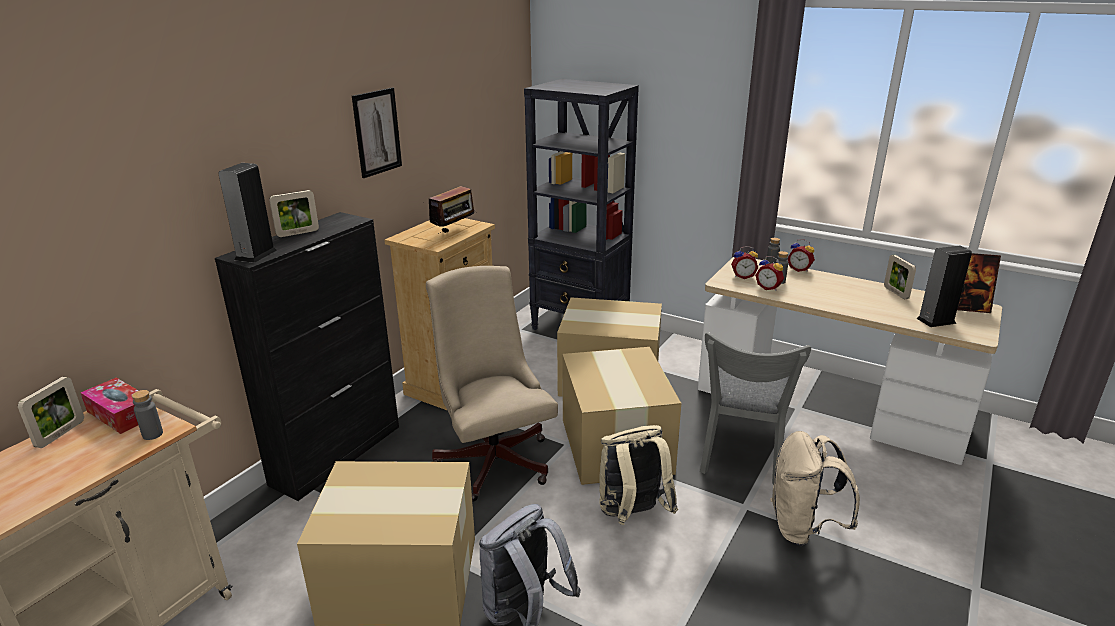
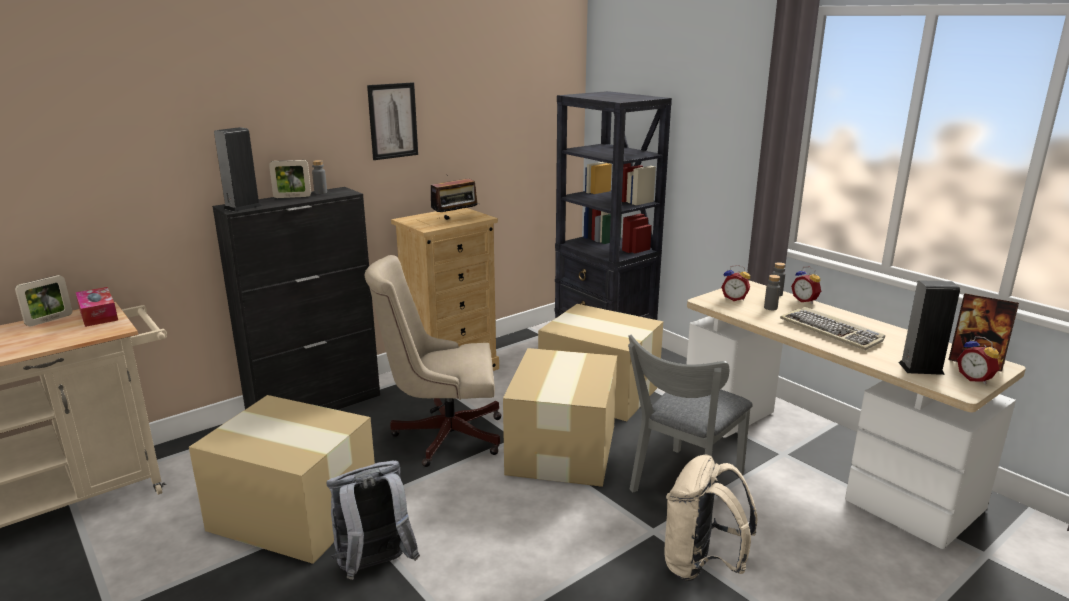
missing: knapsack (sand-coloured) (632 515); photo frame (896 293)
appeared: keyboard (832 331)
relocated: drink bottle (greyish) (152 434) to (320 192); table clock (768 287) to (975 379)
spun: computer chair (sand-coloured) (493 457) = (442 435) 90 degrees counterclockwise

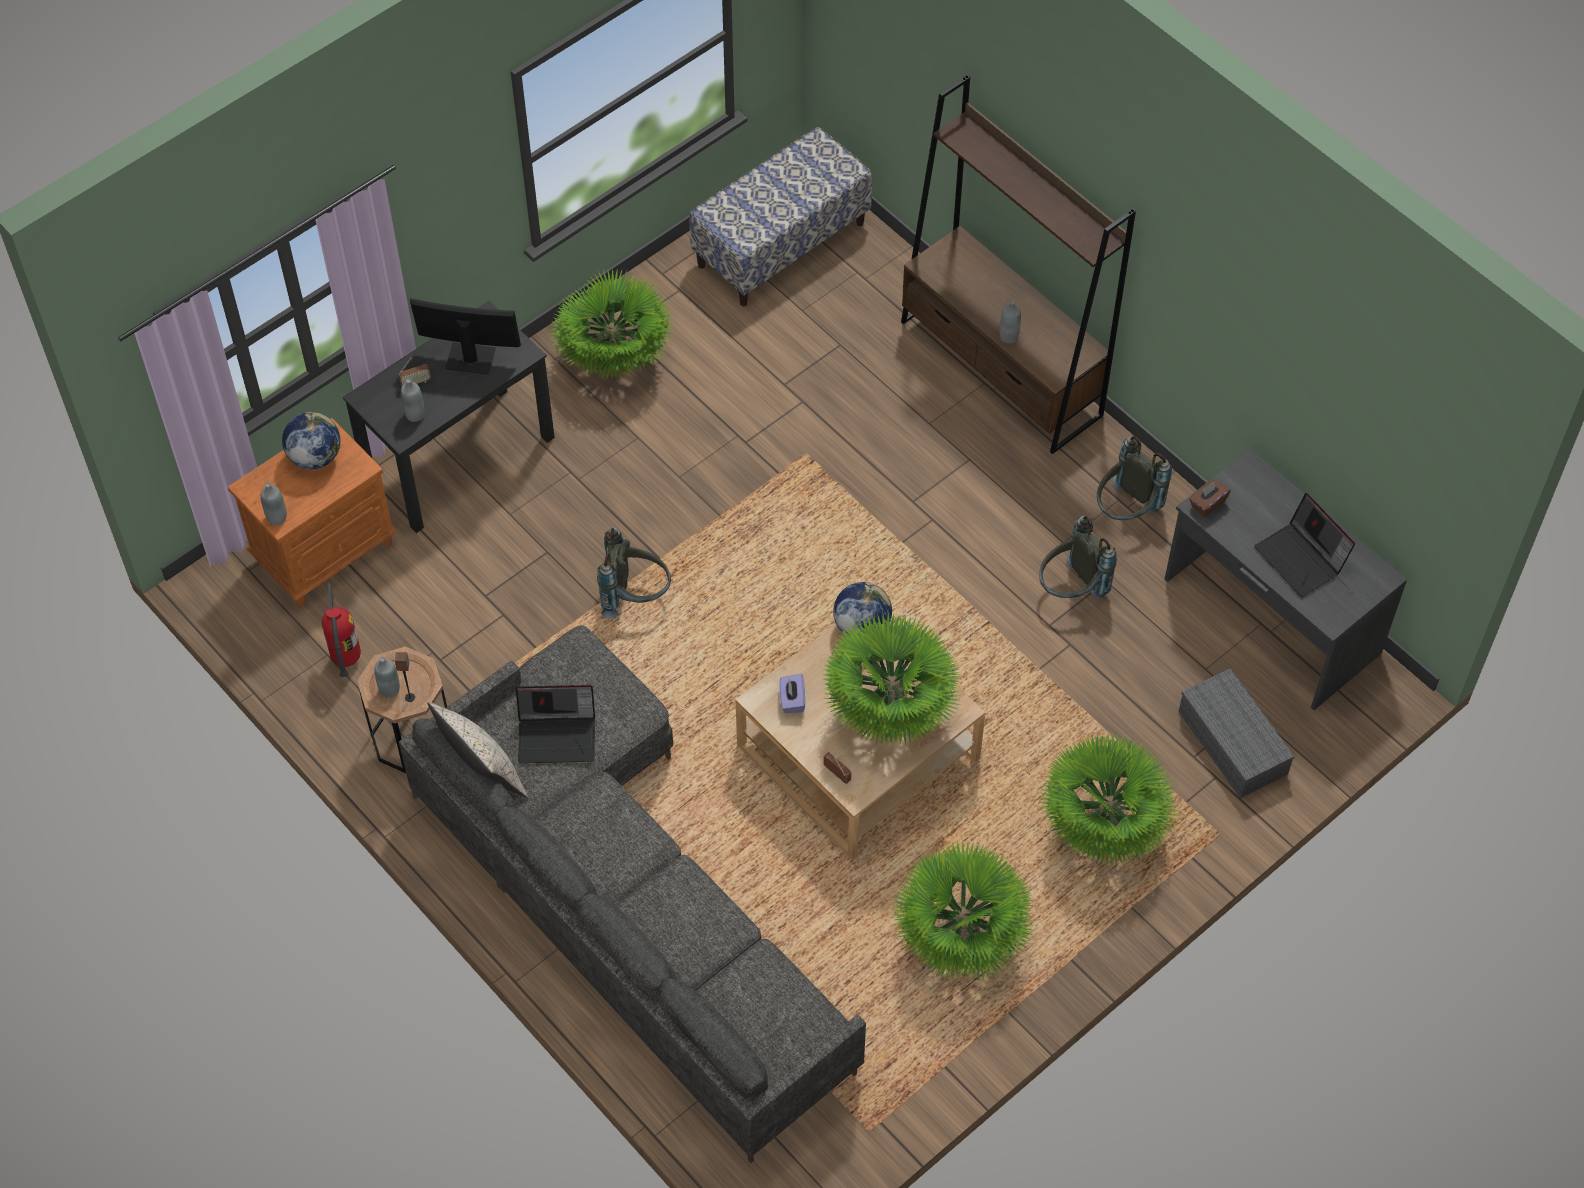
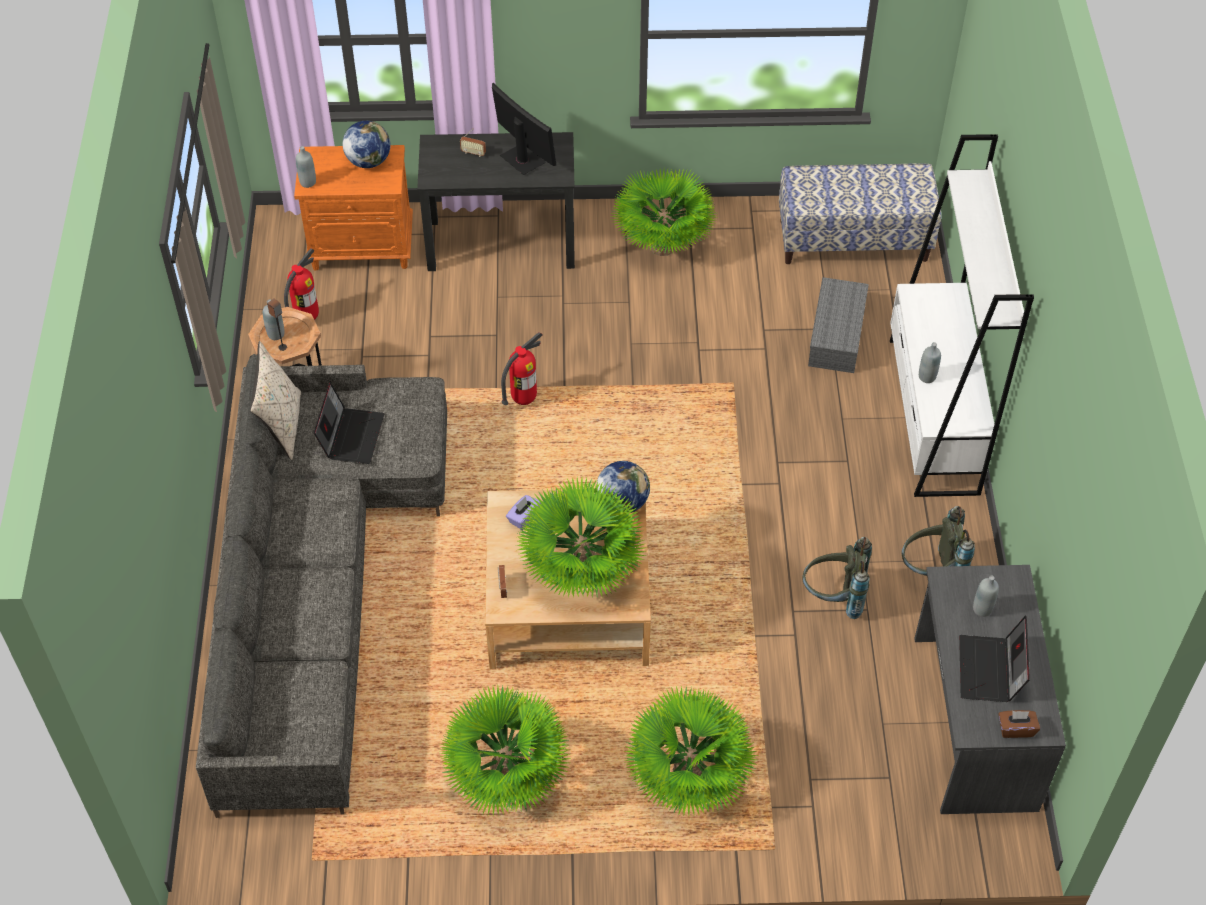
relocated: storage bin (greyish) (1234 743) to (837 336); drink bottle (greyish) (415 414) to (982 609); tissue box (brown-coloured) (1207 504) to (1016 729)
exchanged: knapsack (greyish) (635 596) to fire-fighting cylinder (523 399)
colour: bookshelf (brown-coloured) (1001 369) to bookshelf (whitish) (933 415)
spun: portable computer (558 735) = (351 435) 120 degrees counterclockwise

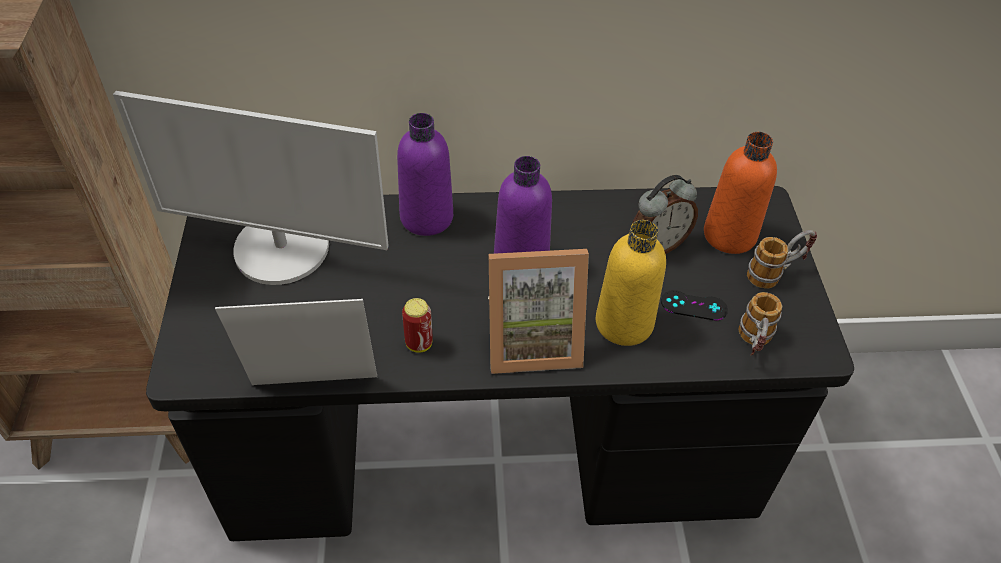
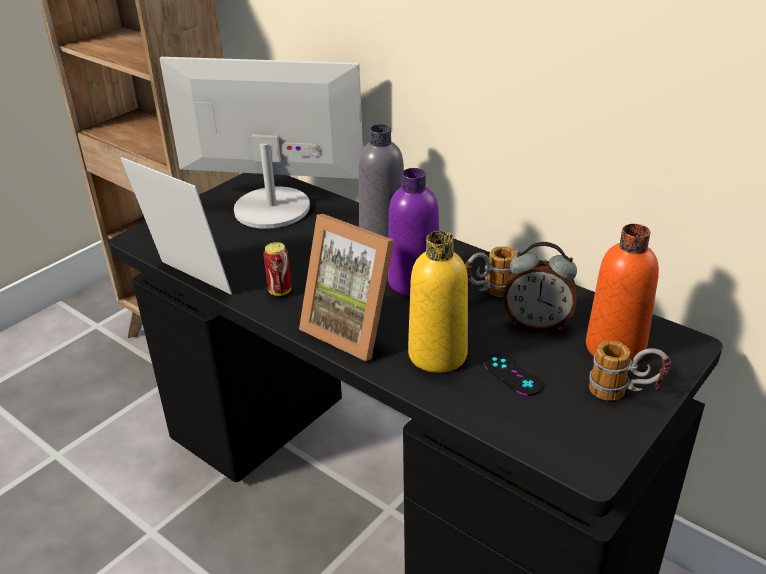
relocated: coffee mug (753 345) to (489 293)
colour: drink bottle (purple) (426 217) to drink bottle (greyish) (382 230)
spun: computer display (282 249) = (272 208) 135 degrees clockwise

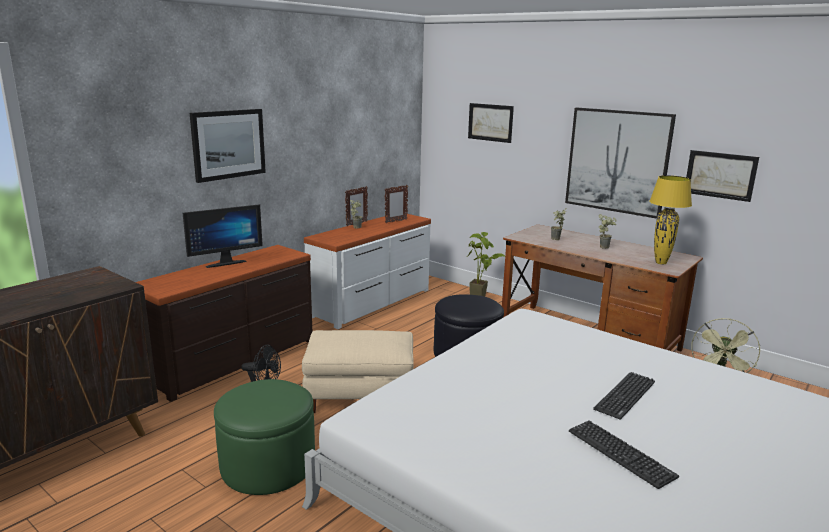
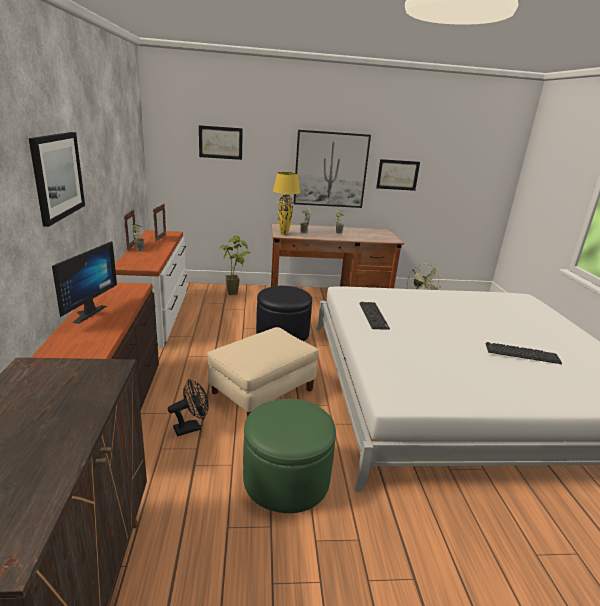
relocated: lamp for a table (yellow) (661 263) to (284 233); keyboard (625 395) to (373 316)

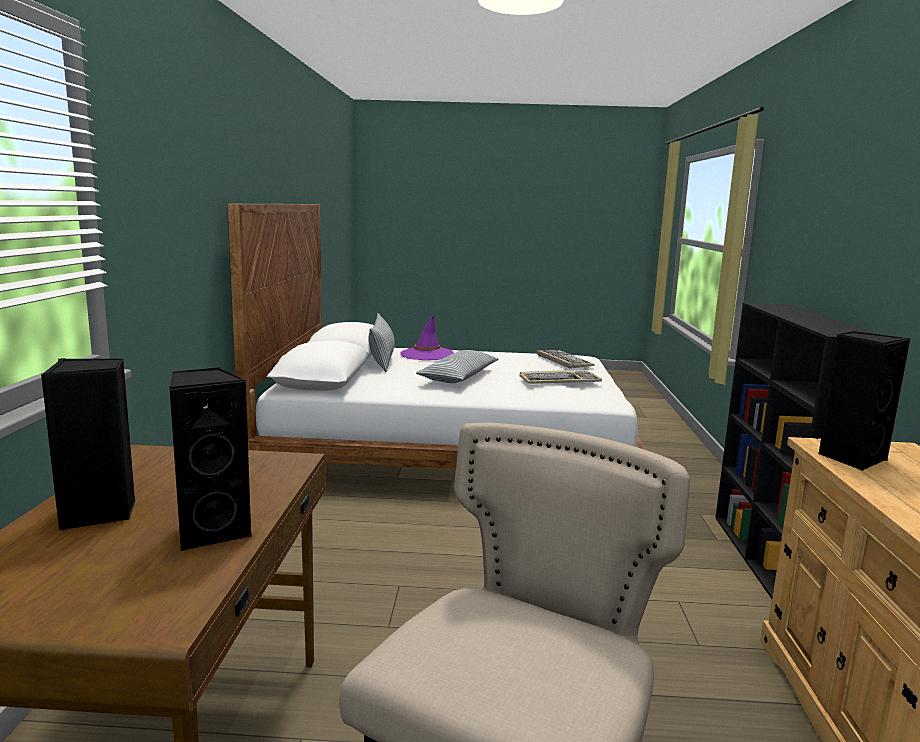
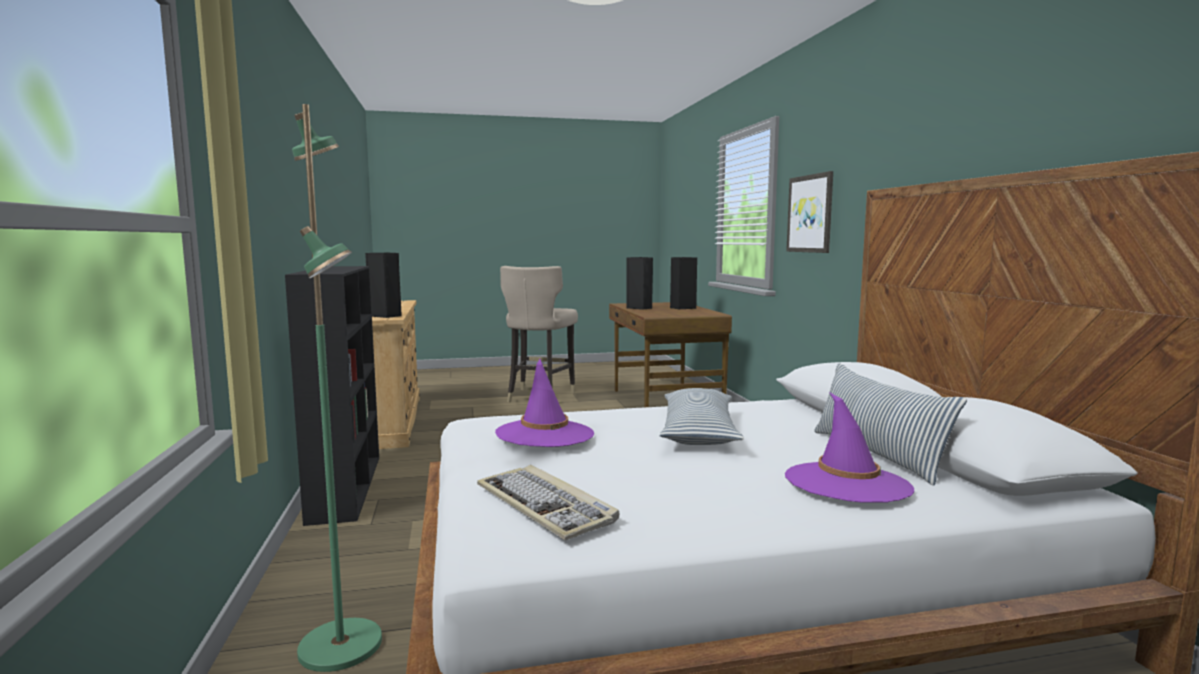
appeared: floor lamp (green) (342 645); wall picture (810 213)
exchanged: keyboard (559 380) to clothing hat (purple) (545 434)

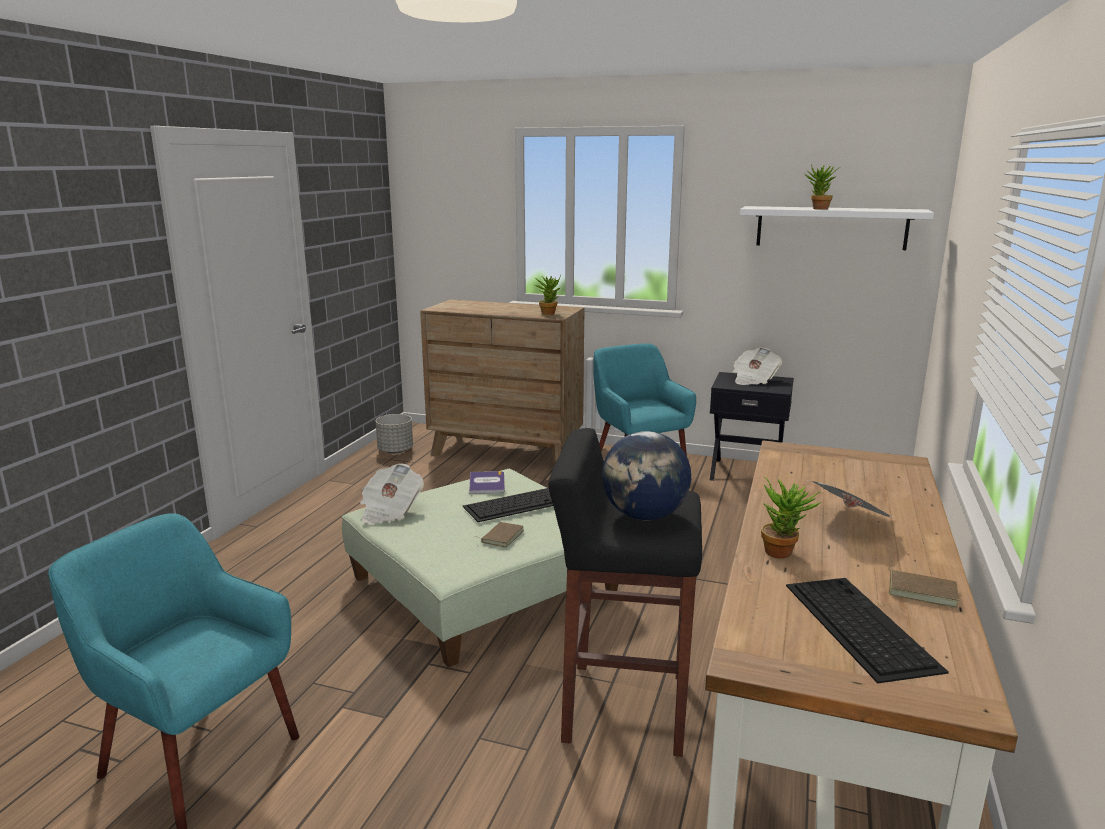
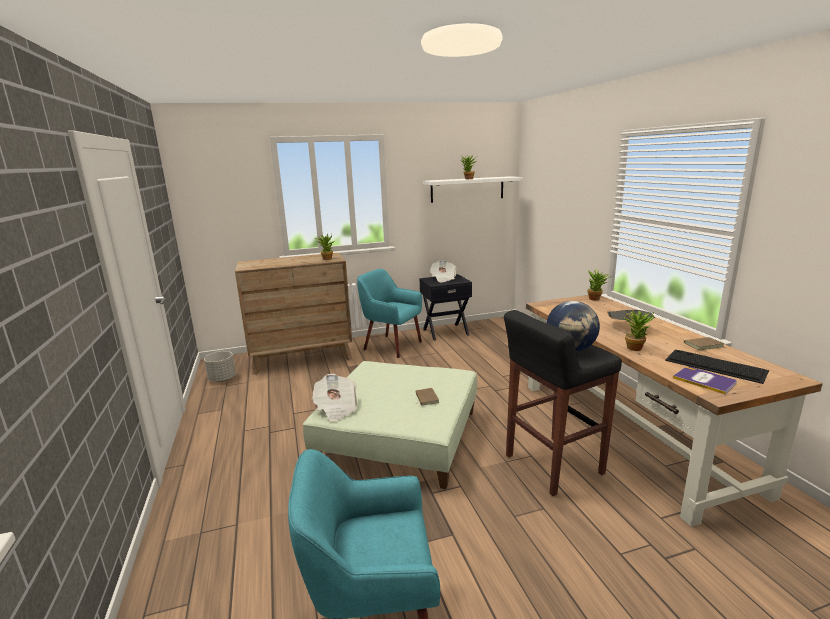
missing: keyboard (515 504)
appeared: potted plant (596 299)
relocated: bound book (487 483) to (704 380)

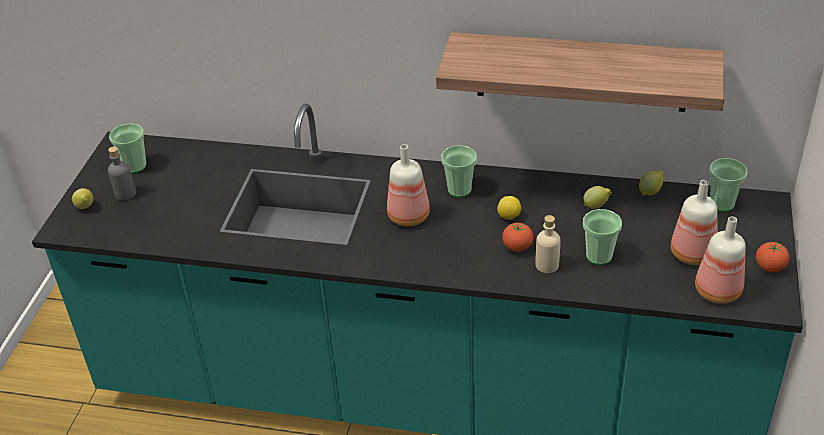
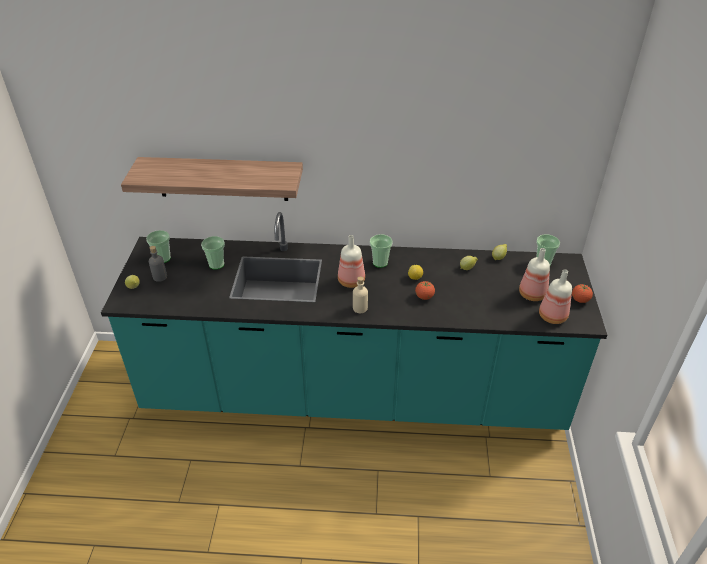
relocated: wall shelf (581 72) to (222 179); small cup (599 256) to (216 264); drink bottle (sand-coloured) (547 265) to (360 308)

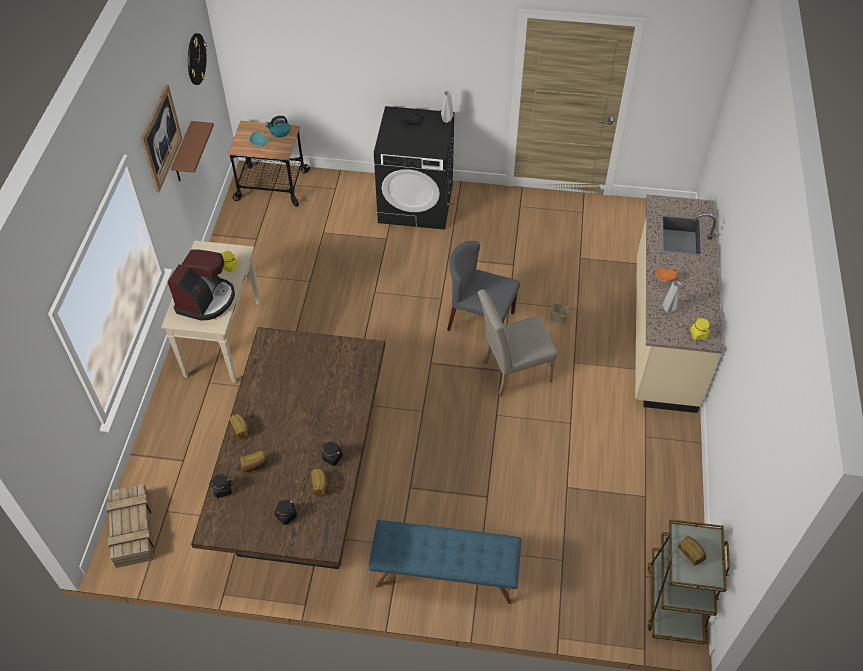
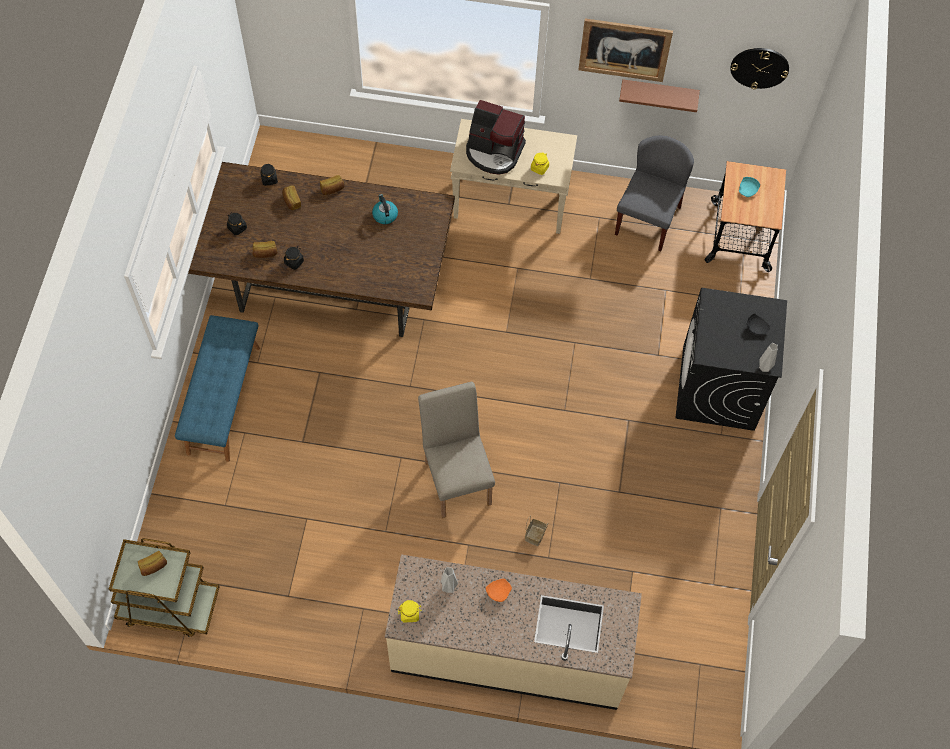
missing: packing crate (132 529)
relocated: kettle (280 132) to (384 215); upright chair (greyish) (480 321) to (648 220)

